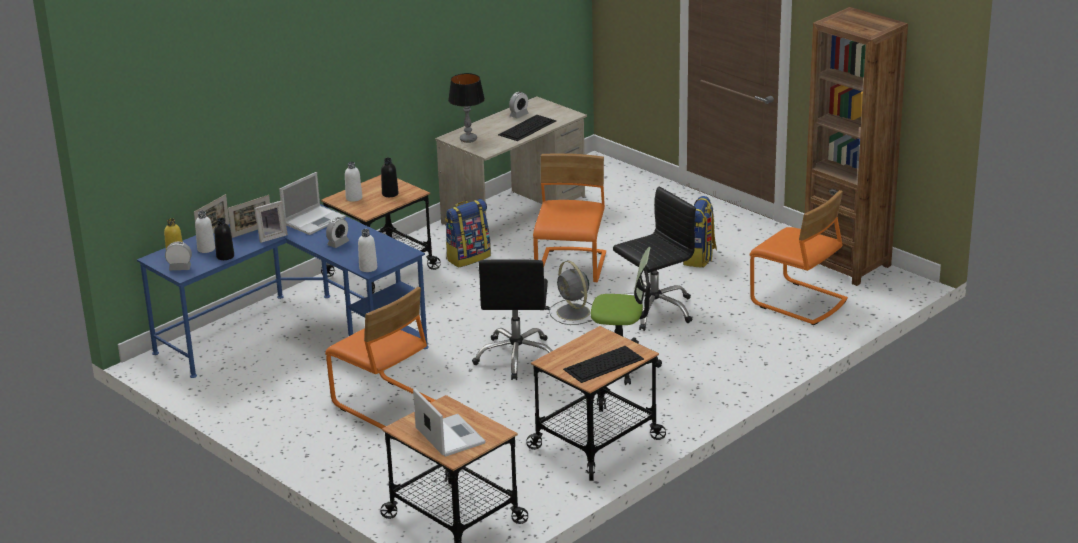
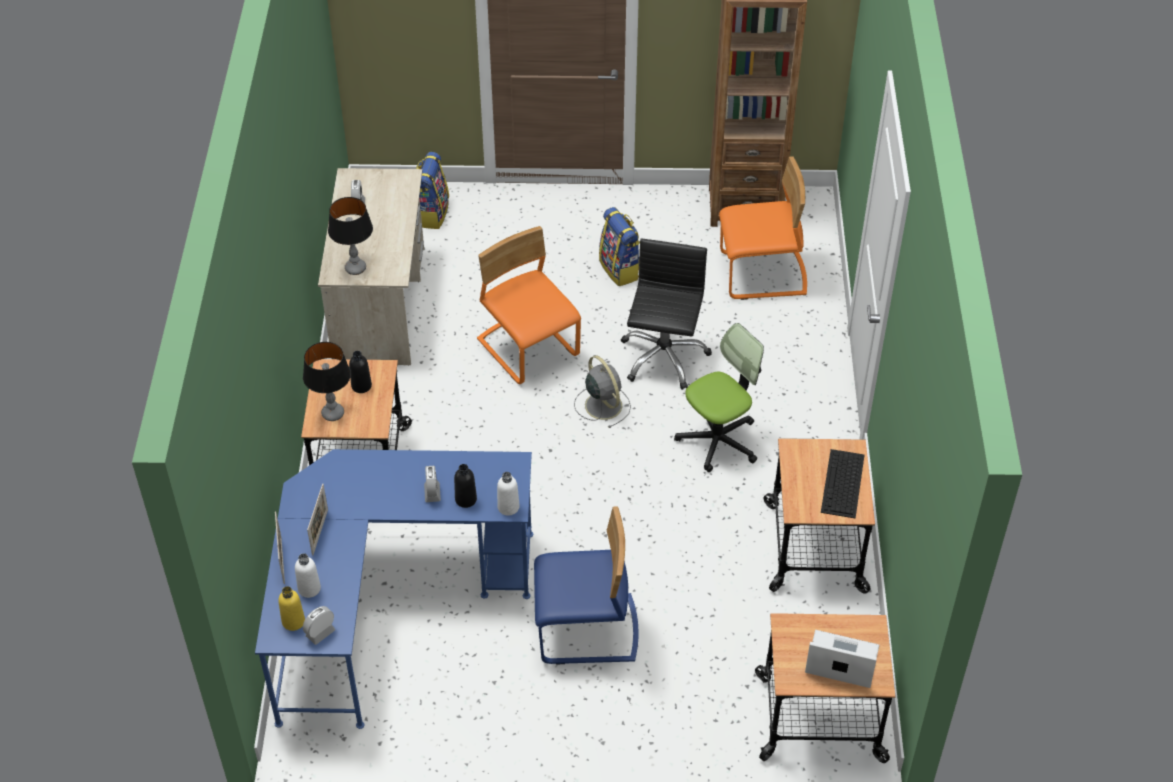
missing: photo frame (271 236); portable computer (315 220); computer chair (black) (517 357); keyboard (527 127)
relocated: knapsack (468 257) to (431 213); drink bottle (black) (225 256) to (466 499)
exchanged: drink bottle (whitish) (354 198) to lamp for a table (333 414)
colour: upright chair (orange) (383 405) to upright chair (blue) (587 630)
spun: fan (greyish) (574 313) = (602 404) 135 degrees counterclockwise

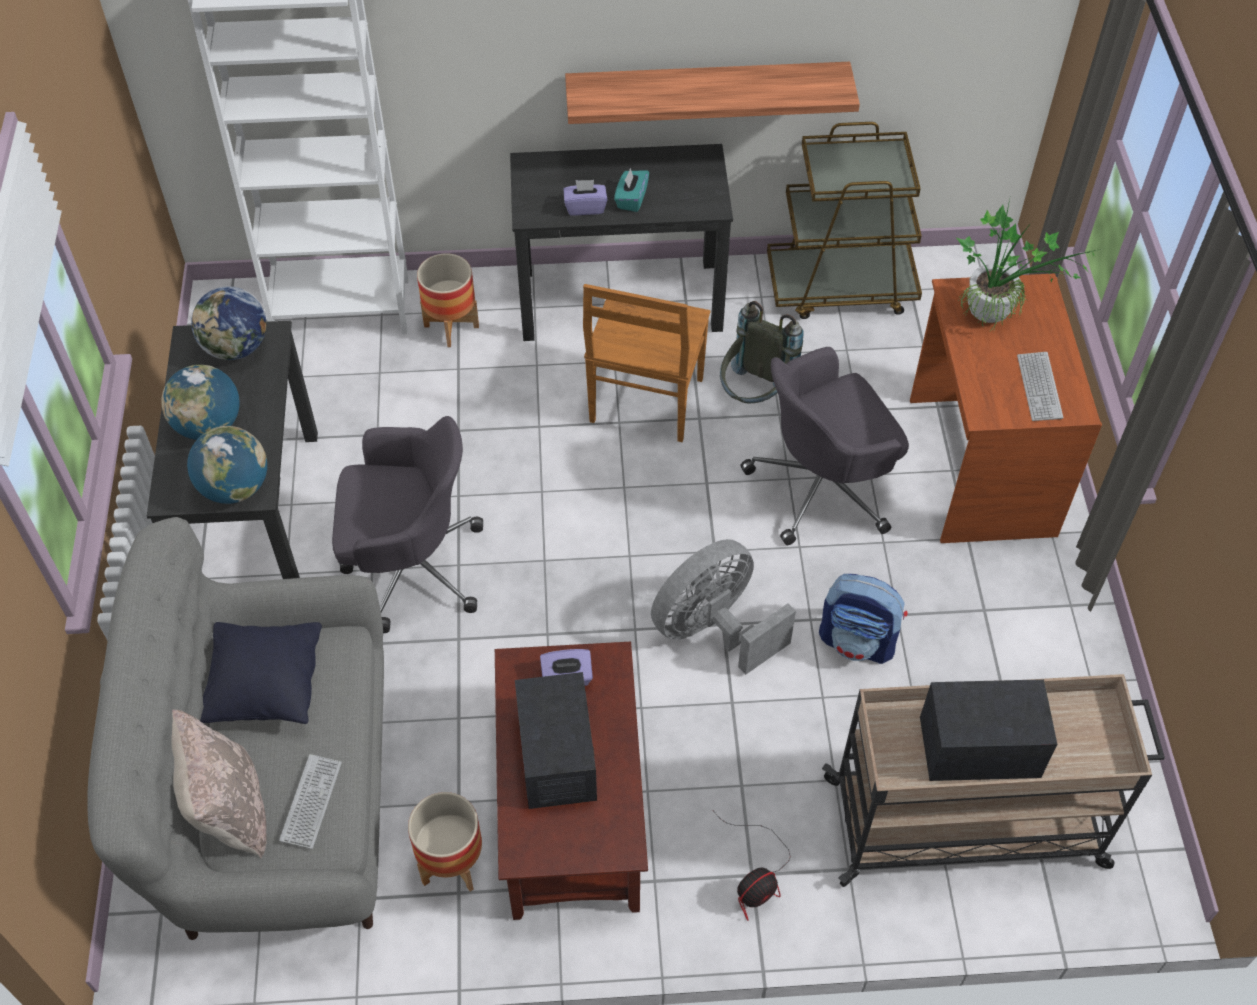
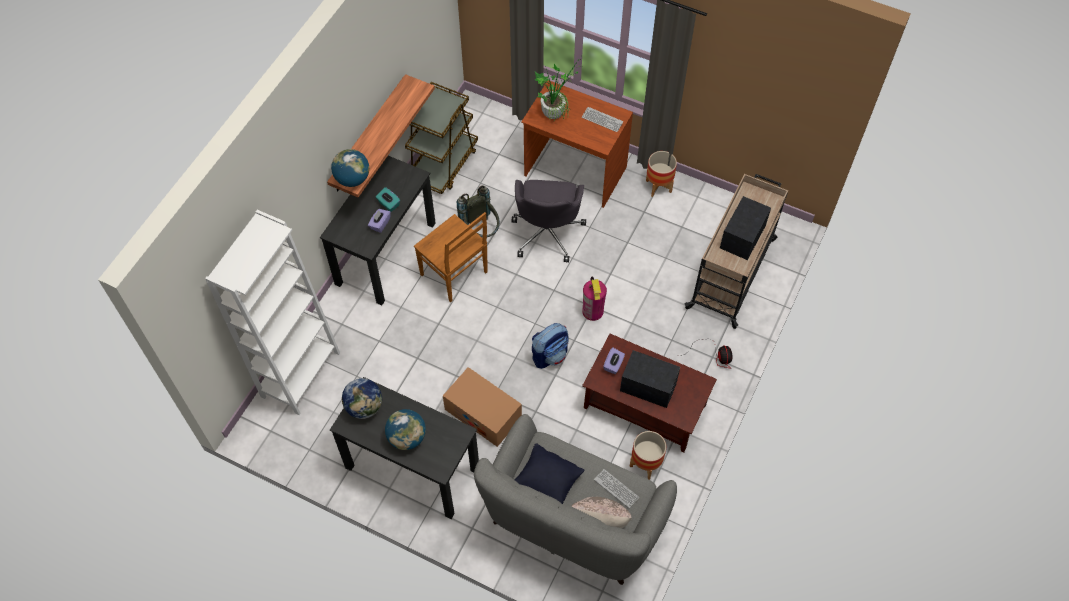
relocated: desk globe (235 487) to (352 179); knapsack (858 641) to (550 355); flower pot (451 326) to (658 186)
exchanged: computer chair (greyish) (410 566) to packing box (483 413); fan (greyish) (713 629) to fire-fighting cylinder (593 311)

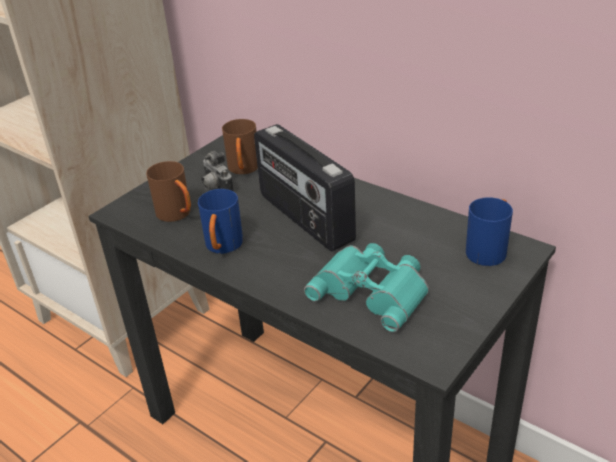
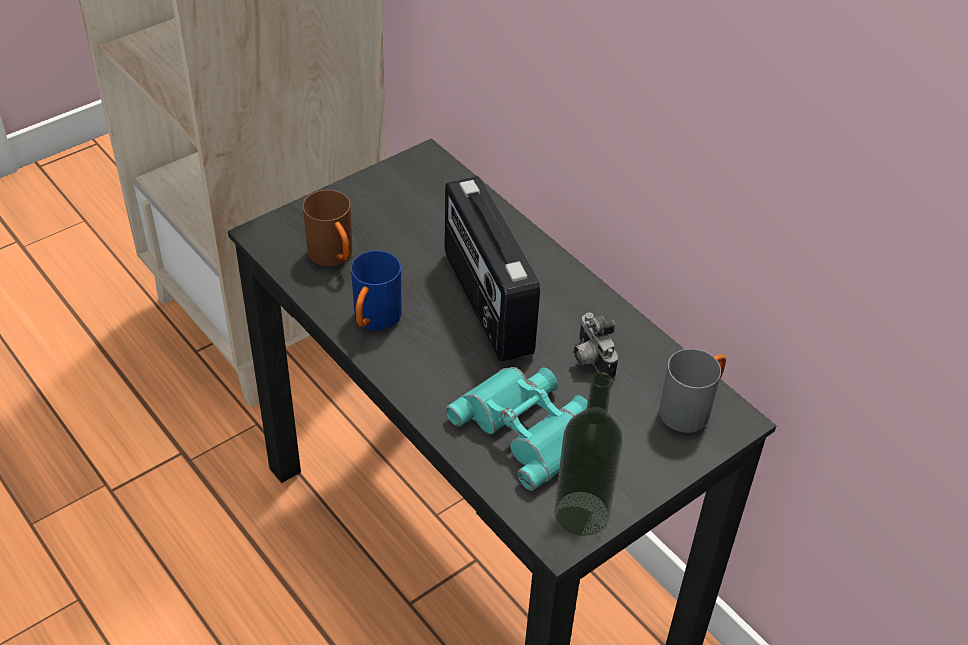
missing: coffee mug (brown-coloured) (243 170)
appeared: drink bottle (581 513)
relocated: photo camera (215 188) to (590 360)
colour: coffee mug (blue) (489 250) to coffee mug (greyish) (691 409)

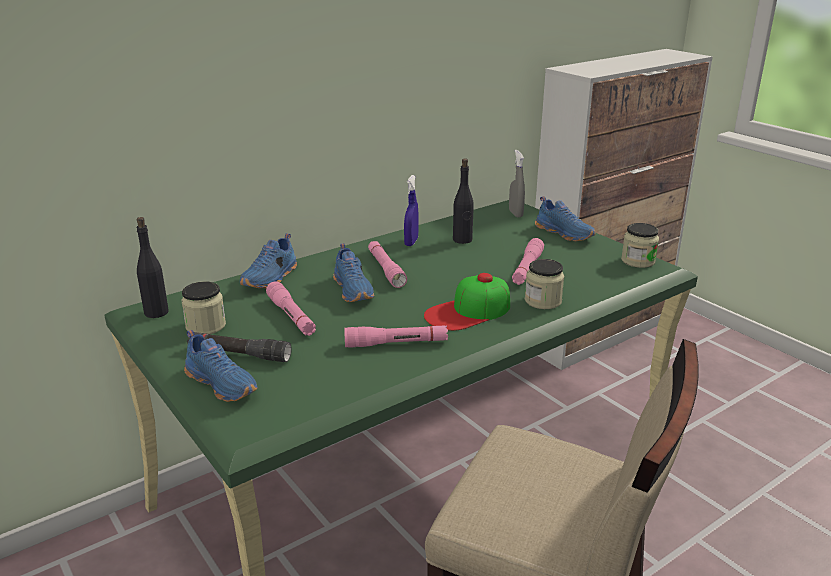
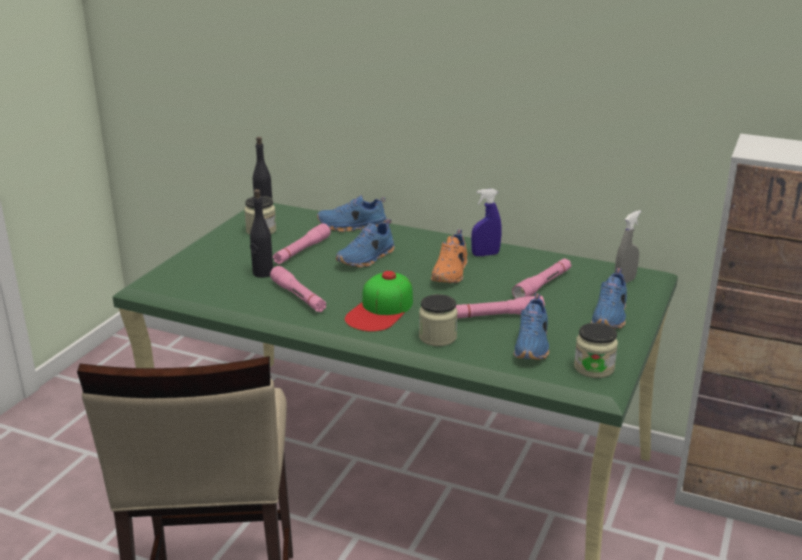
missing: hand torch (black) (239 354)
appeared: low shoe (orange) (451 273)
relocated: drink bottle (black) (462 240) to (262 273); hand torch (pinkish) (386 269) to (542 285); low shoe (blue) (223 383) to (533 345)
spun: cap (468 311) = (380 310) 90 degrees counterclockwise

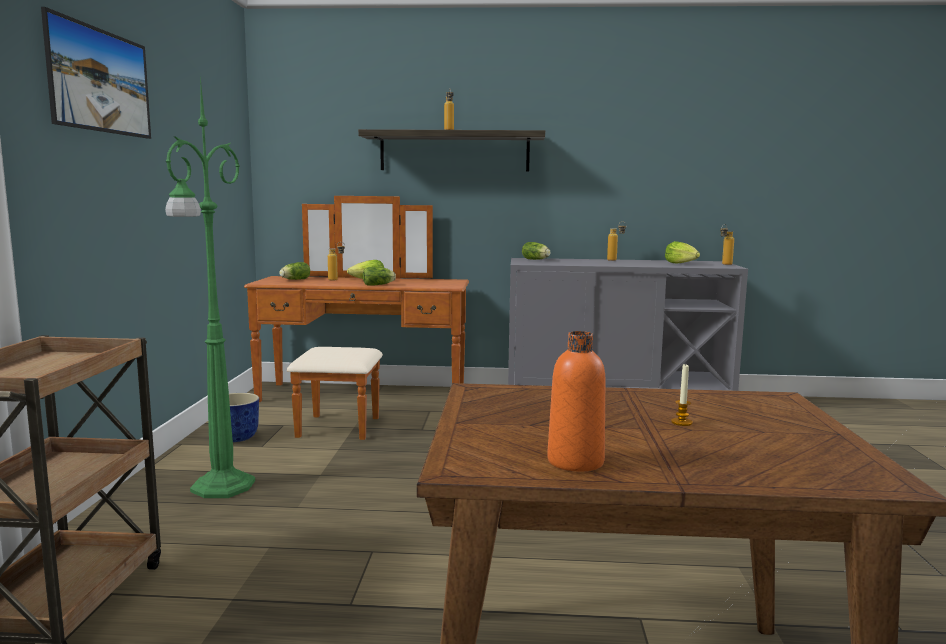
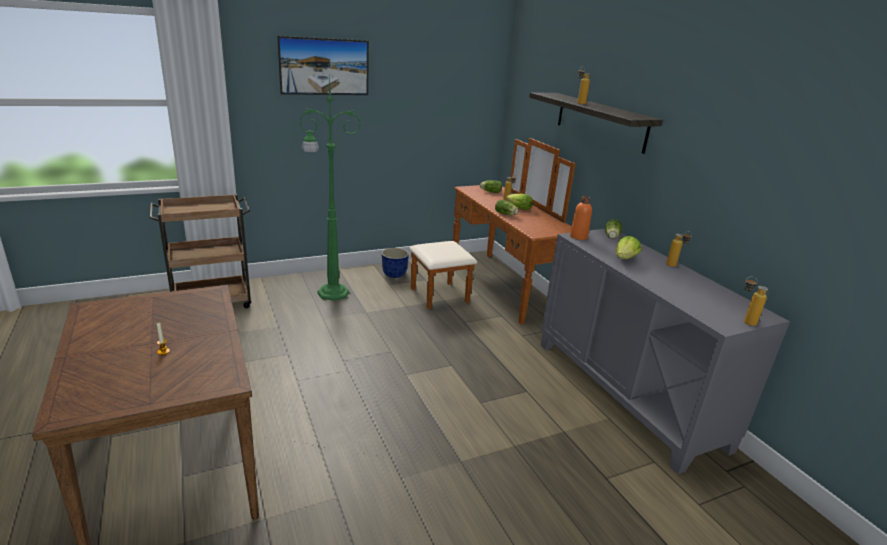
relocated: drink bottle (orange) (575 462) to (578 237); lettuce head (681 264) to (625 259)

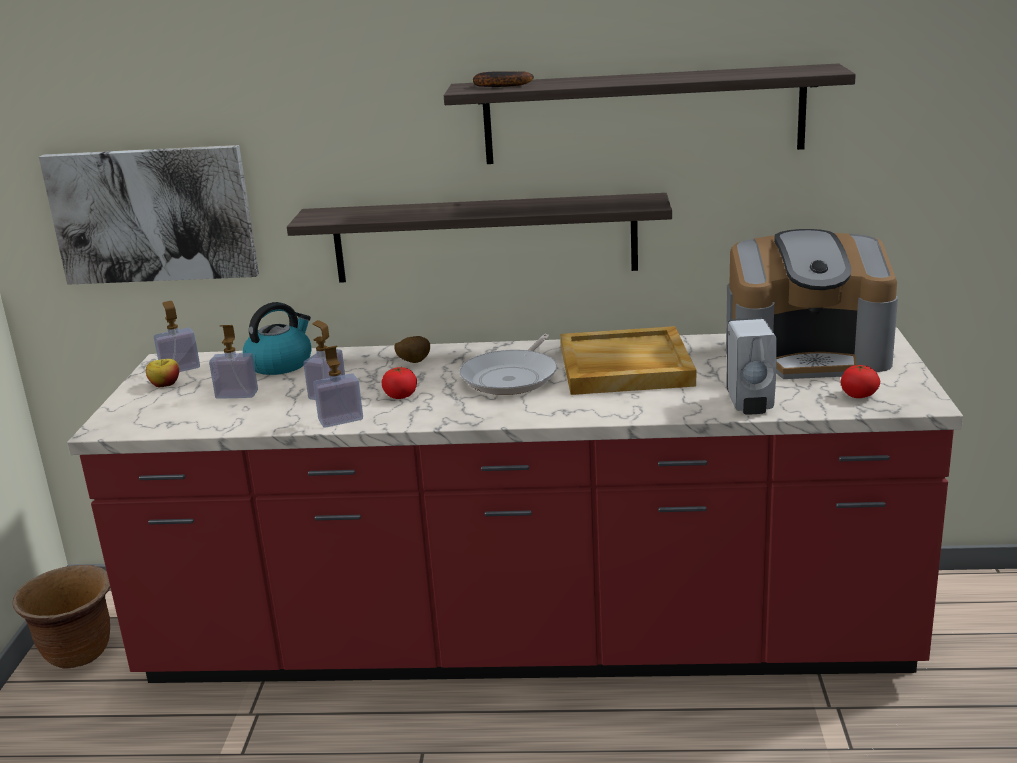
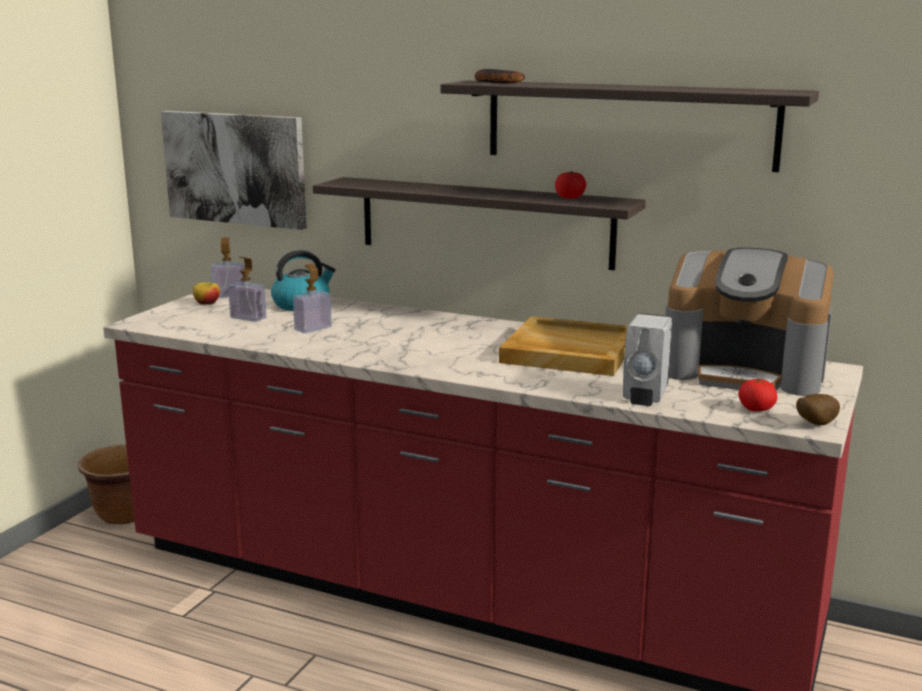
missing: soap dispenser (341 420); pan (512 377)
relocated: whole tomato (400 396) to (569 198); spud (412 362) to (814 424)

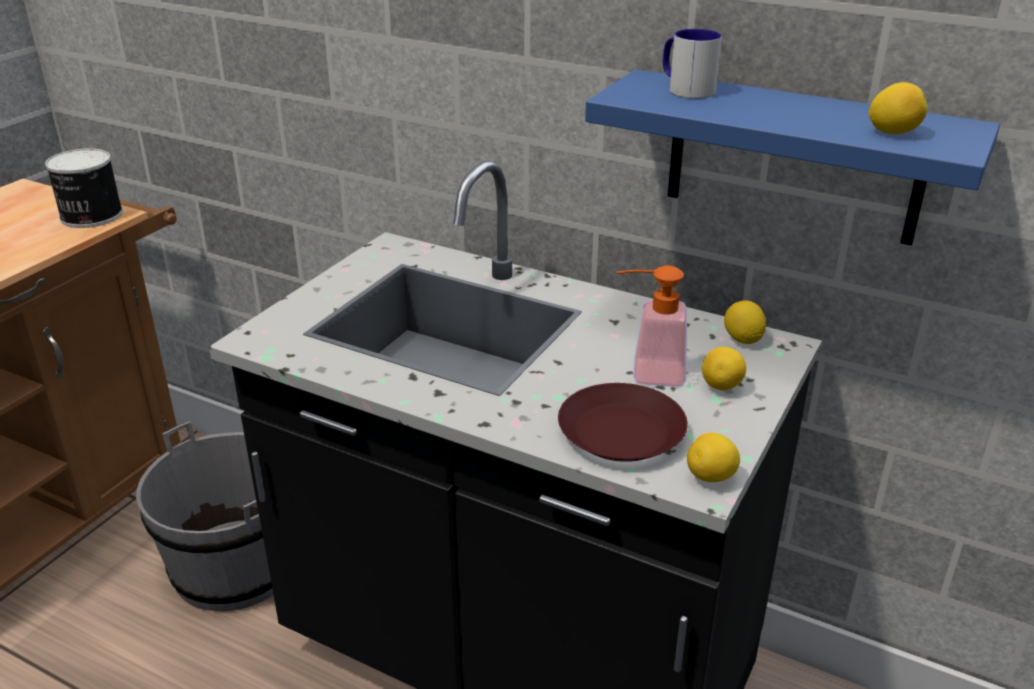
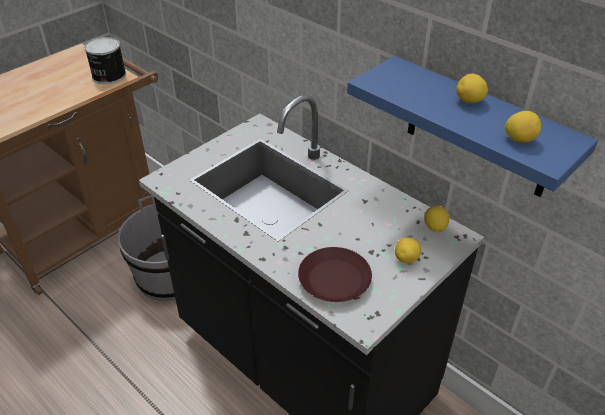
missing: soap dispenser (647 373); coffee mug (685 89)
relocated: whole lemon (711 477) to (469 101)

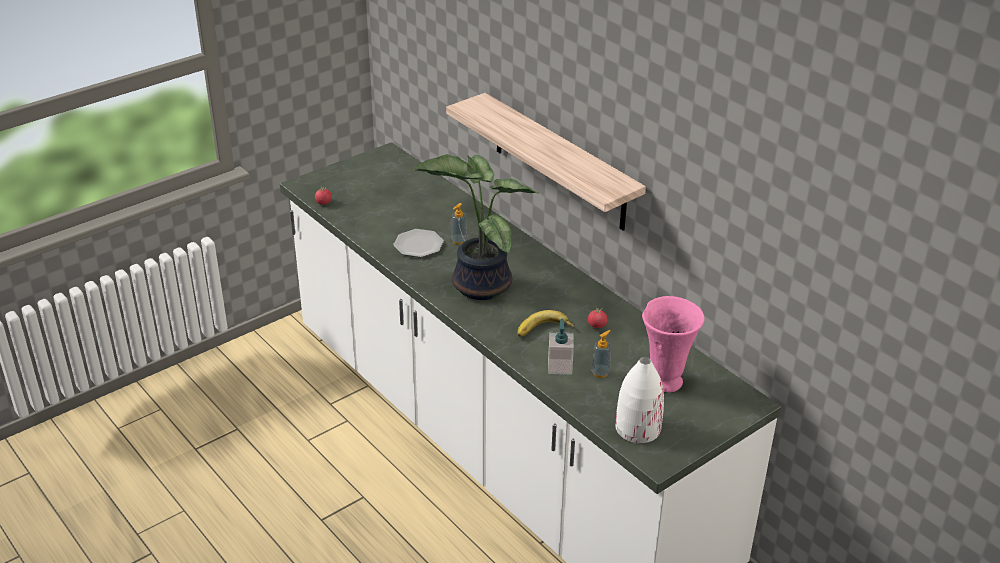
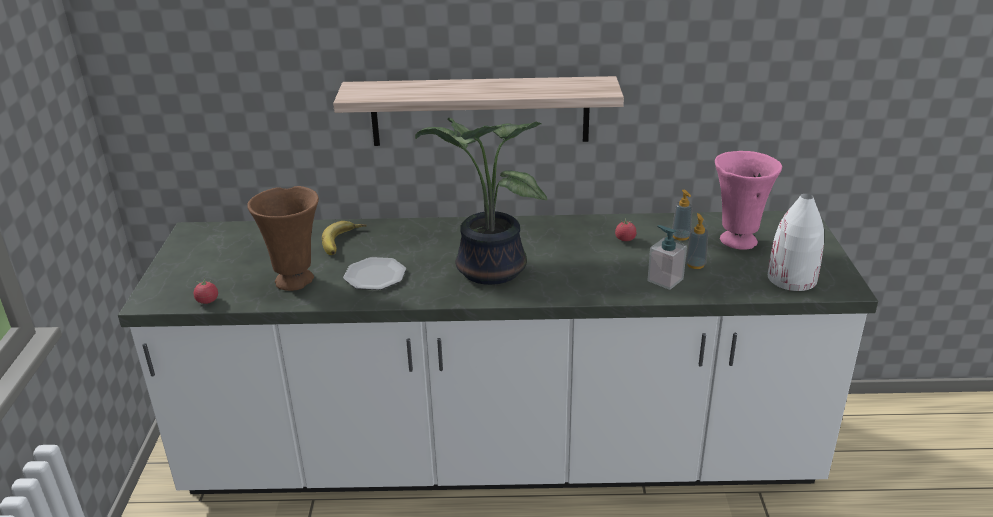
appeared: flower vase (brown-coloured) (296 280)
relocated: whole banana (544 331) to (344 242); soap dispenser (459 241) to (681 236)

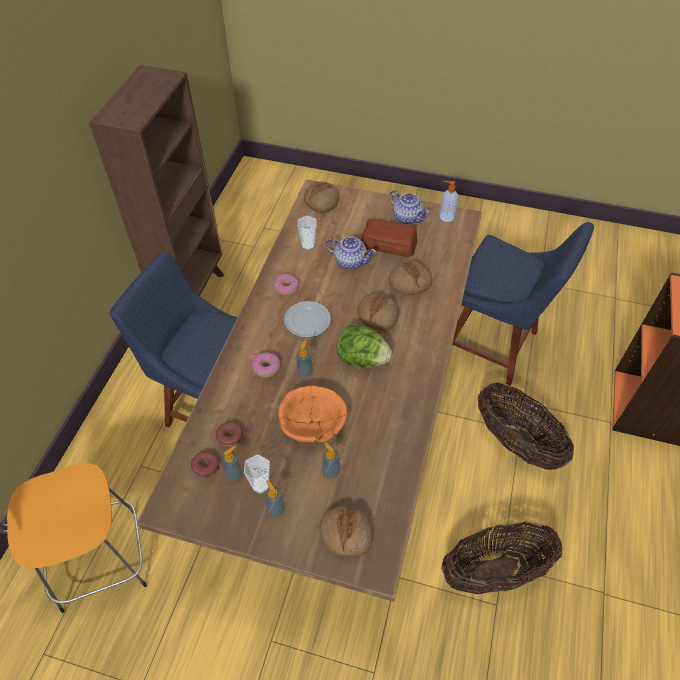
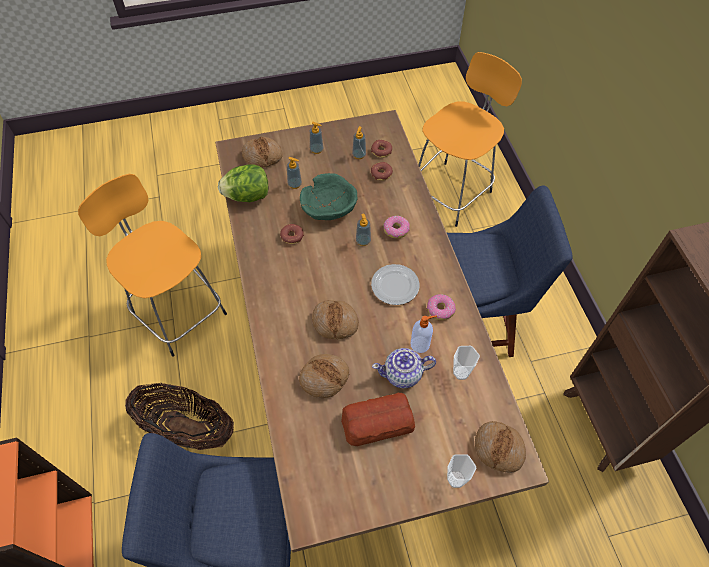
missing: teapot (407 217)
appeared: donut (292 236)
relocated: lettuce head (361 359) to (247 196); soap dispenser (446 216) to (420 344); small cup (260 485) to (456 479)
exchanged: basket (494 571) to stool seat (orange) (177 311)
colour: bowl (orange) (312 423) to bowl (green) (329 207)

